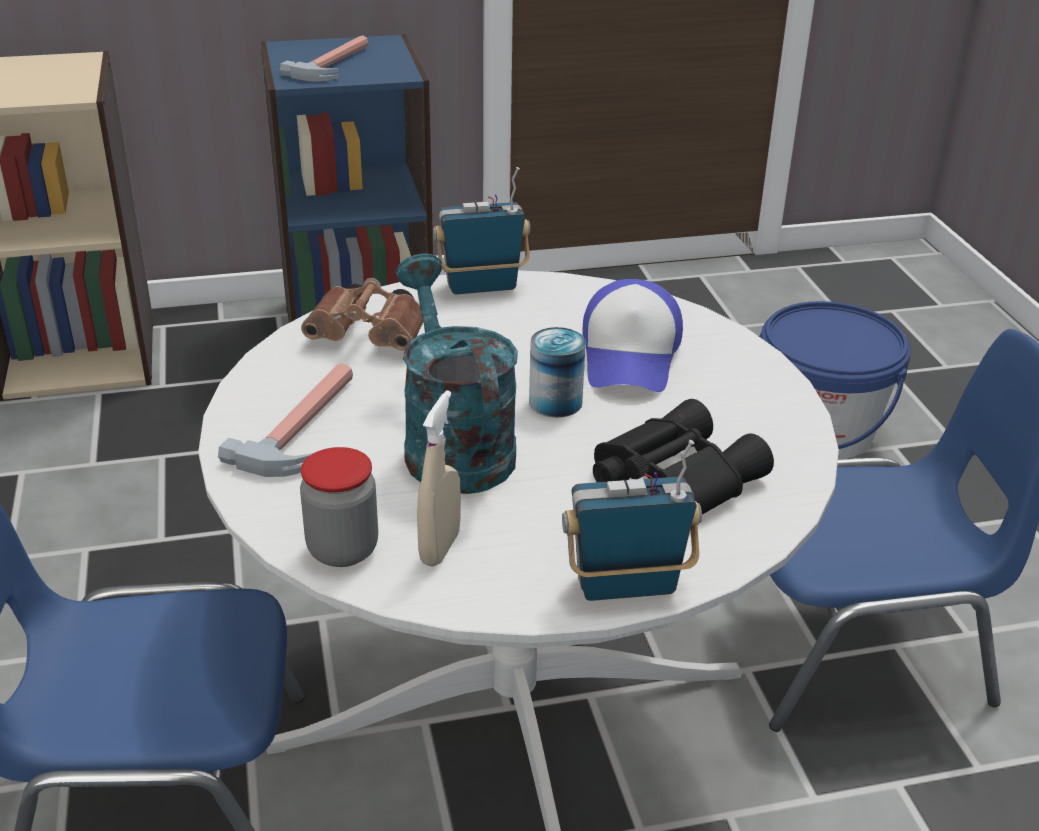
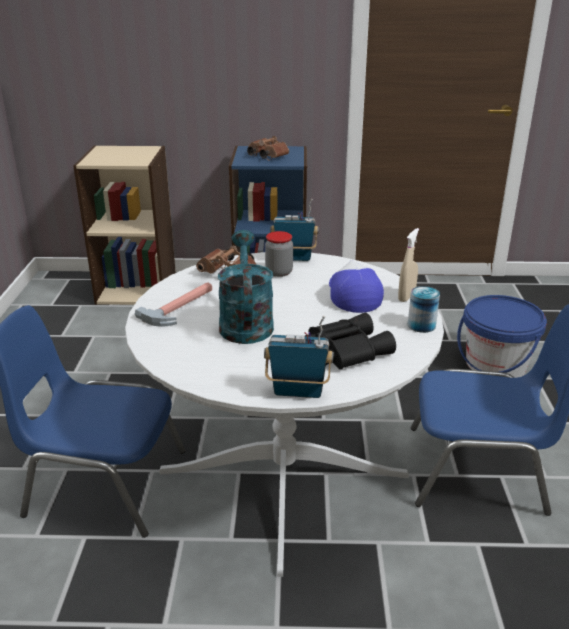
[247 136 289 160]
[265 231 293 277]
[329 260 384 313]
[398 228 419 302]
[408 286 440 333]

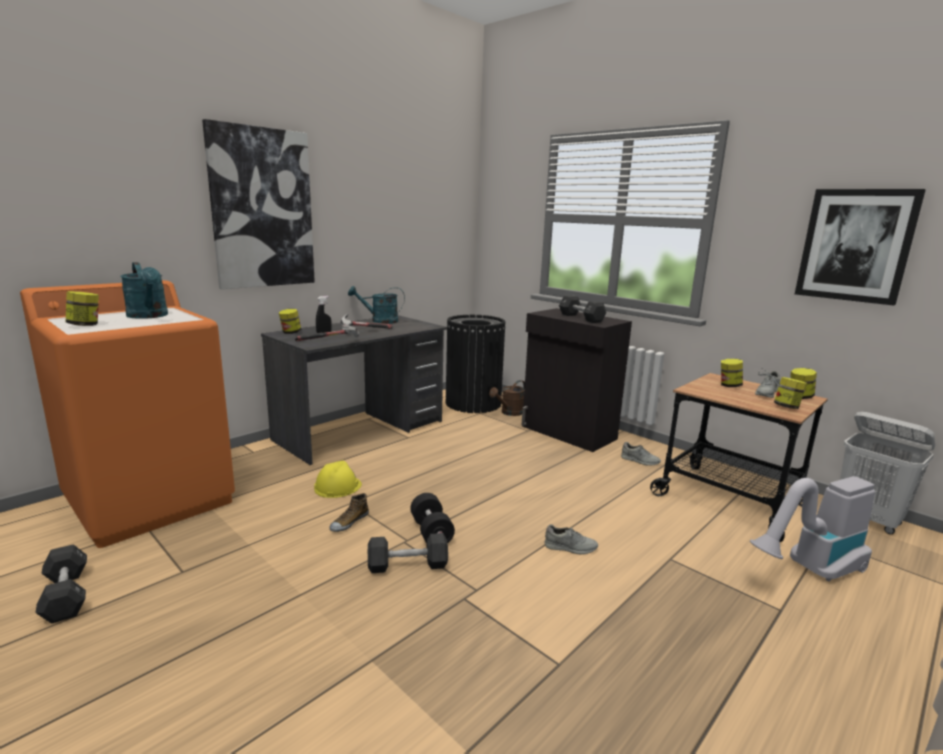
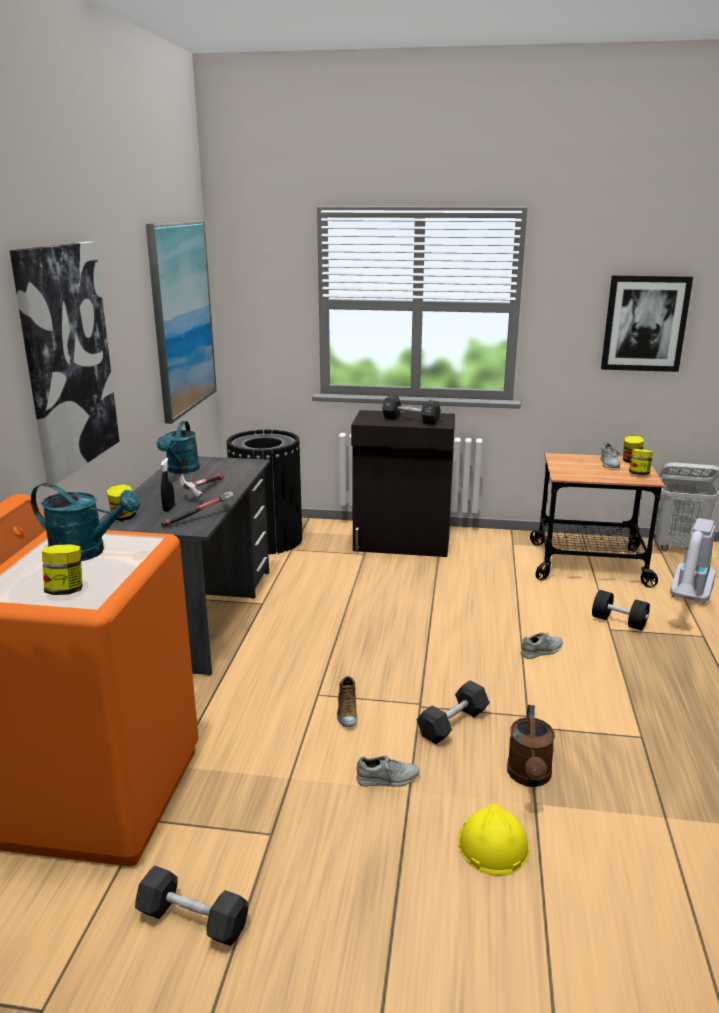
[146 220 217 424]
[156 421 200 474]
[356 755 420 787]
[458 803 529 876]
[507 705 555 787]
[592 590 650 631]
[721 359 743 387] (first image)

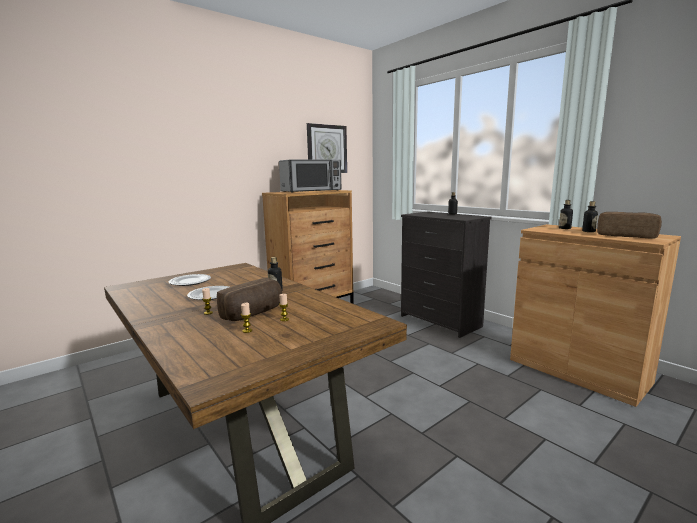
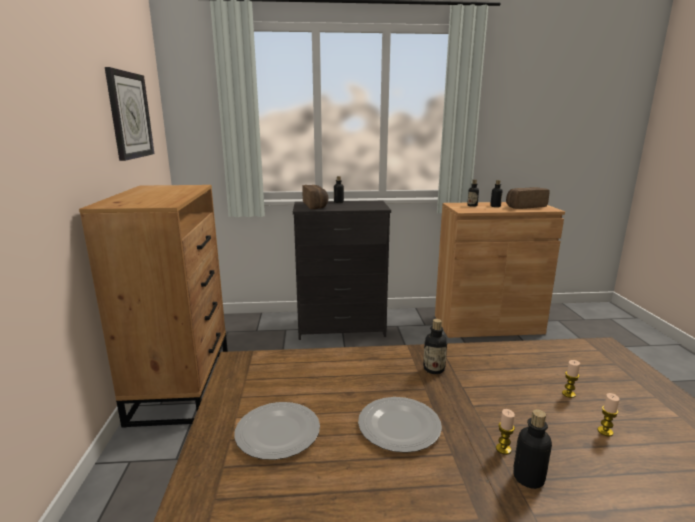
[302 185 328 209]
[513 409 552 489]
[279 159 341 193] (first image)

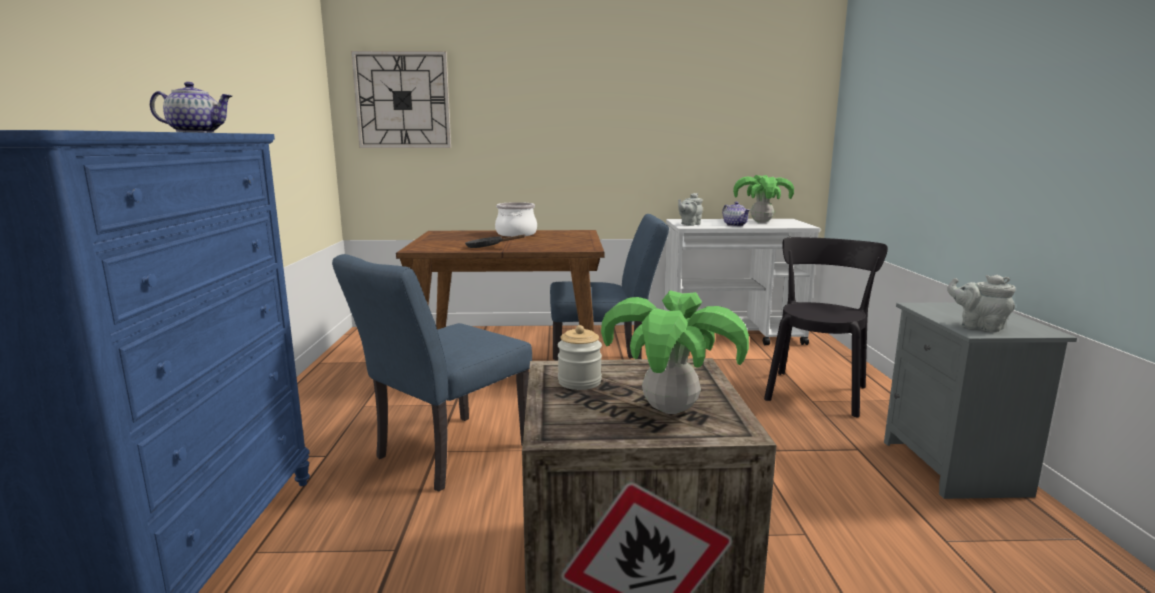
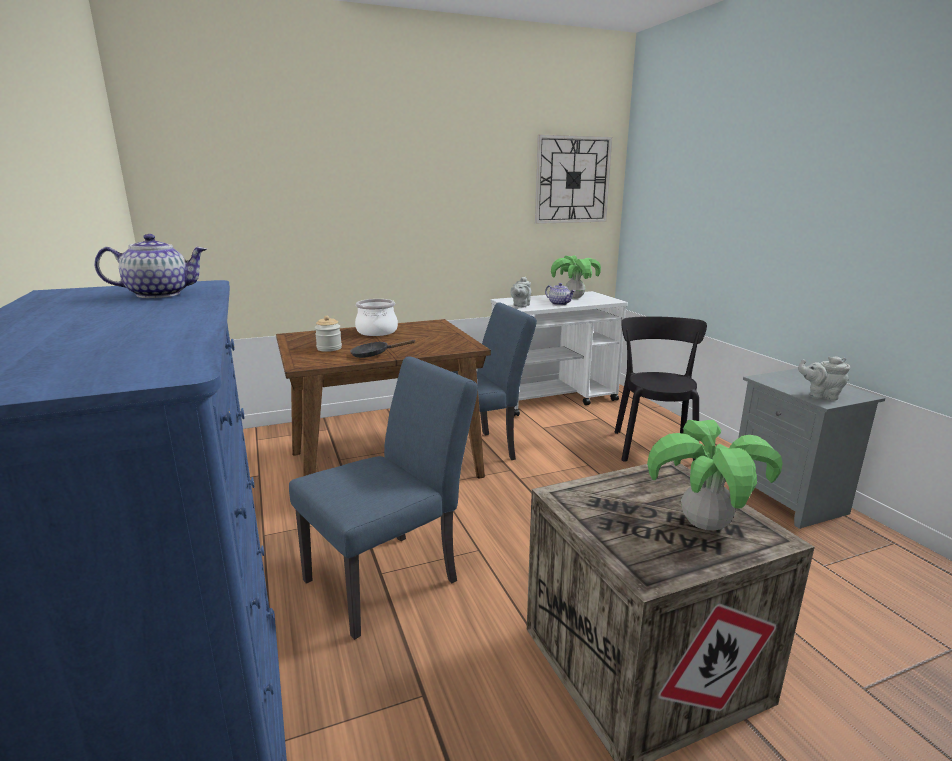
[289 356 478 640]
[315 316 342 352]
[535 135 612 224]

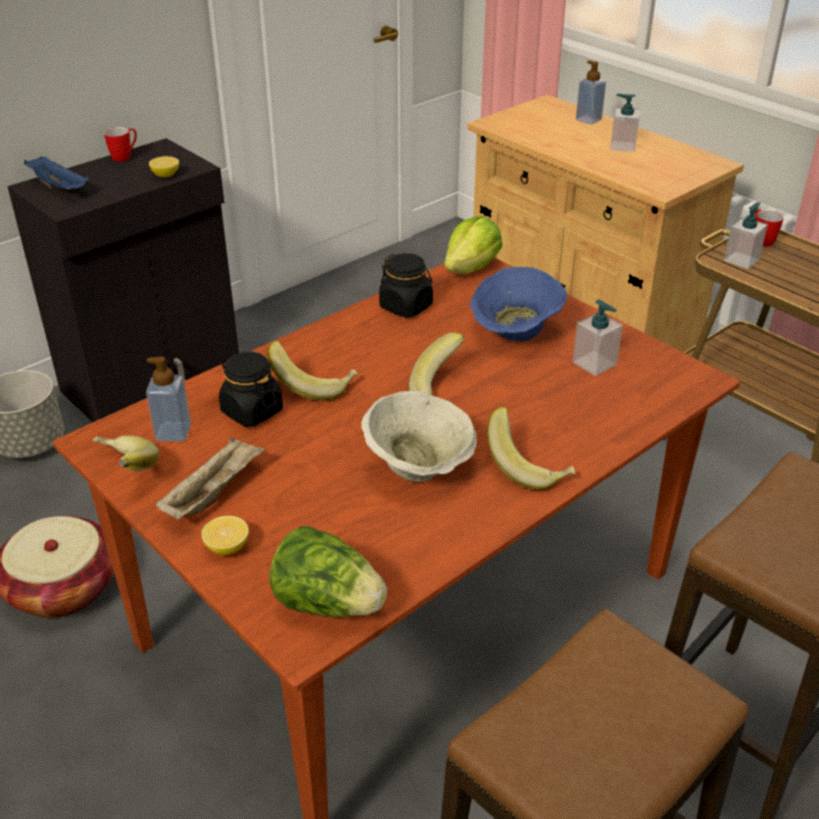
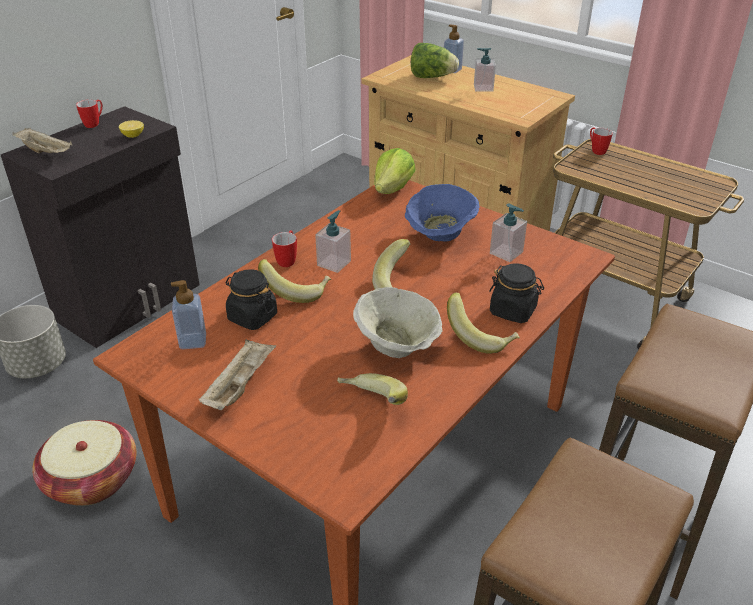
[13 128 72 153]
[272 231 297 267]
[315 210 351 273]
[337 373 408 405]
[411 43 459 78]
[489 263 544 323]
[201 516 249 555] (first image)

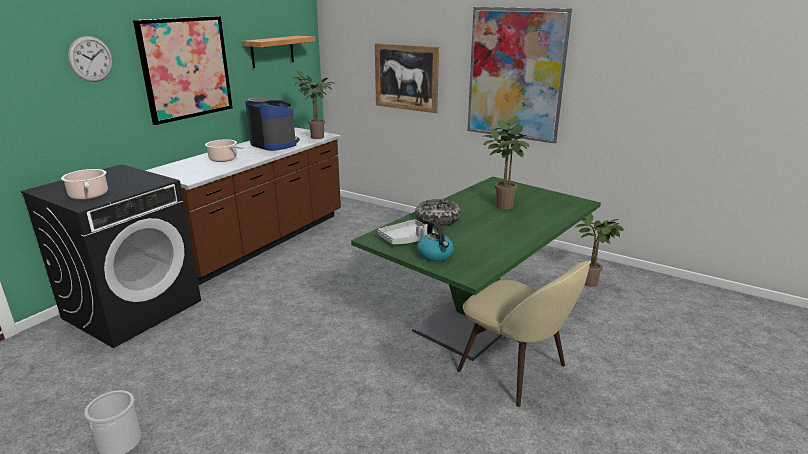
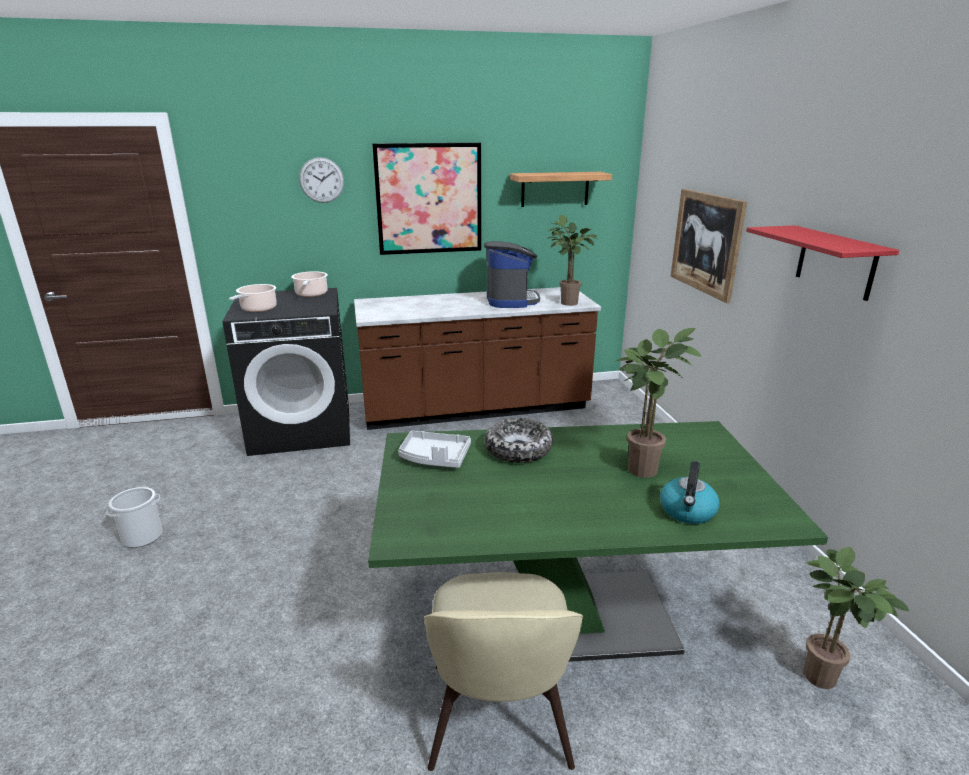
[291 271 328 297]
[660 461 720 524]
[746 225 899 301]

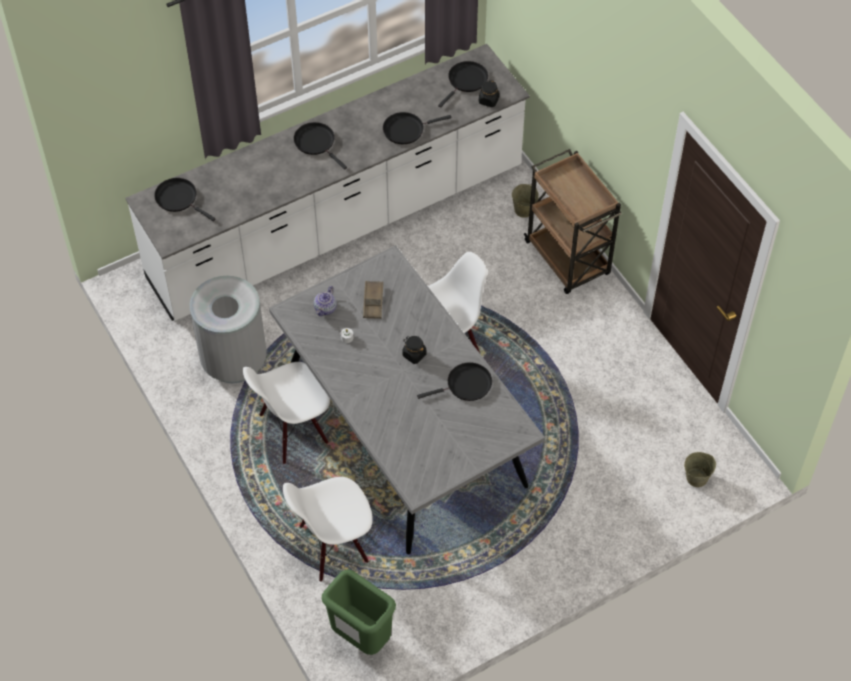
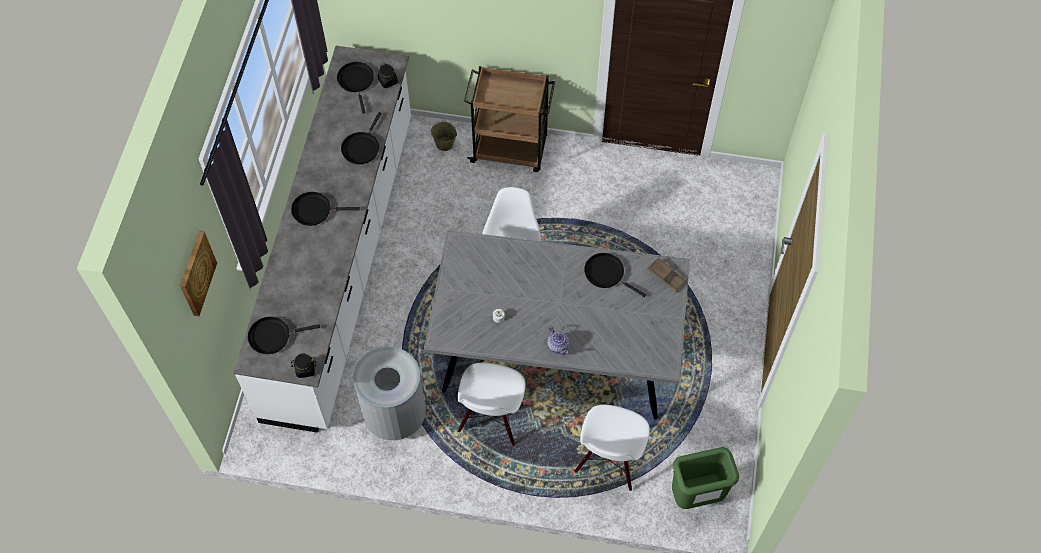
[180 231 217 316]
[291 353 316 378]
[547 326 569 355]
[584 253 646 297]
[648 257 687 293]
[684 452 716 487] (first image)

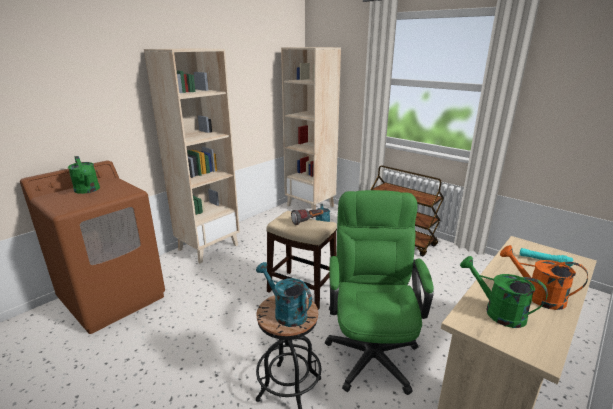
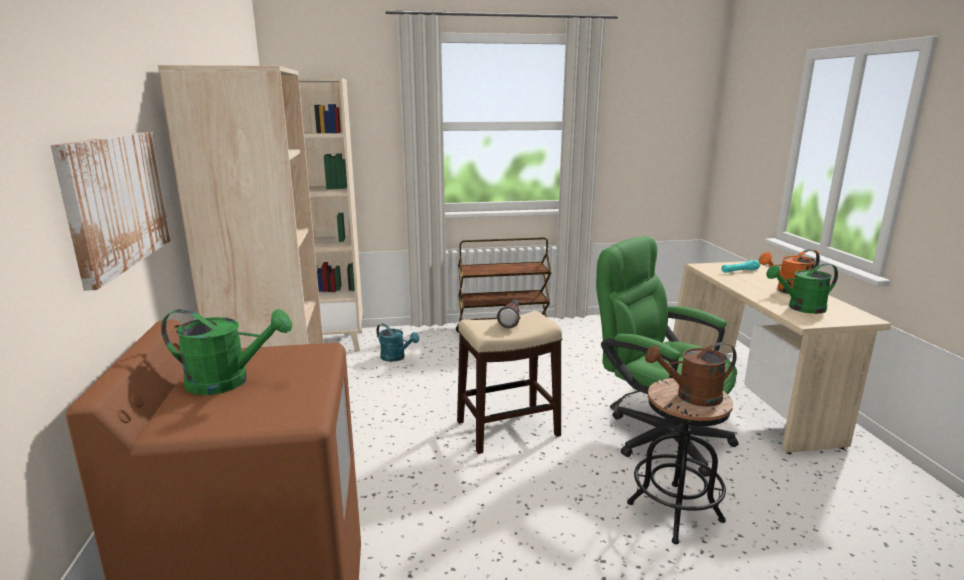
[51 132 171 291]
[645 342 737 407]

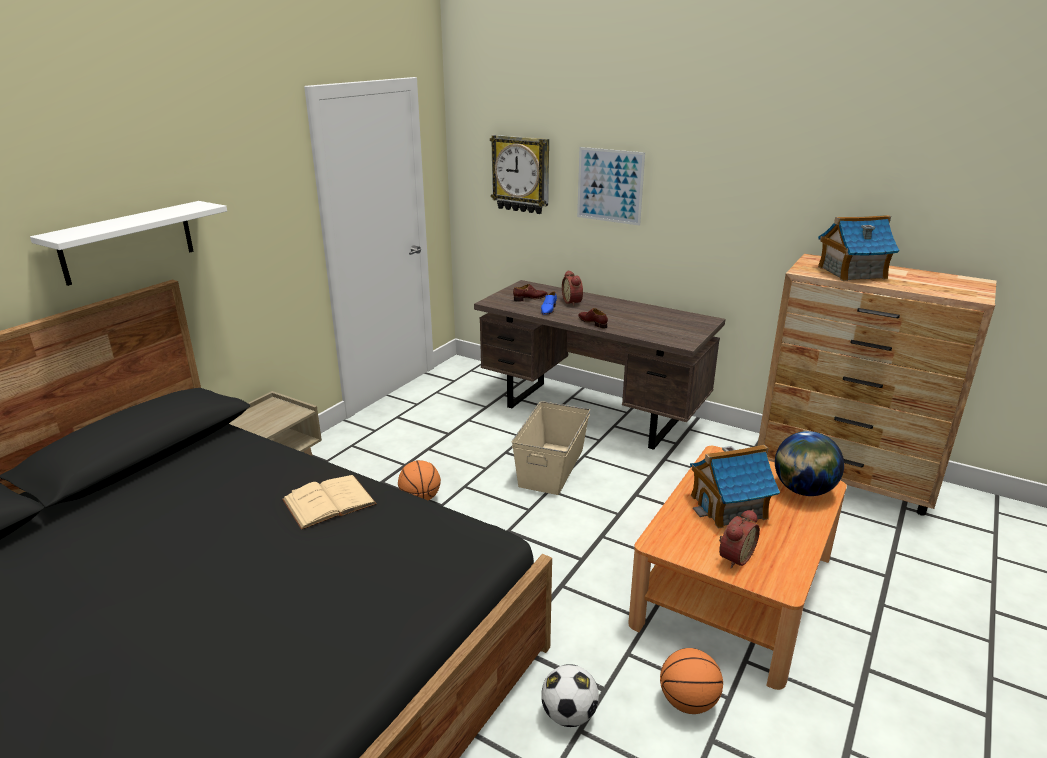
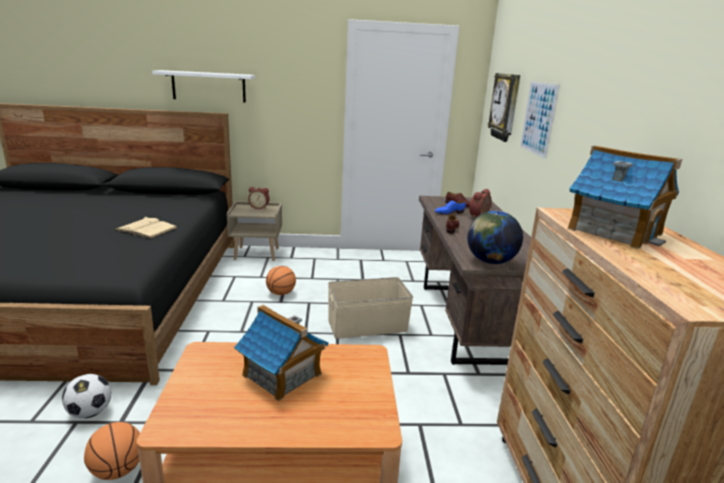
[248 187 270 209]
[467 211 523 264]

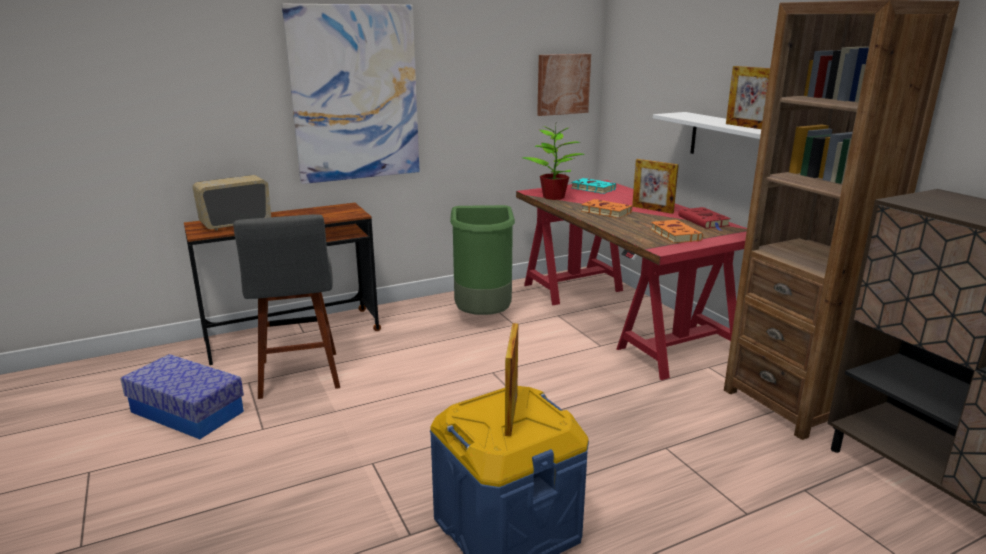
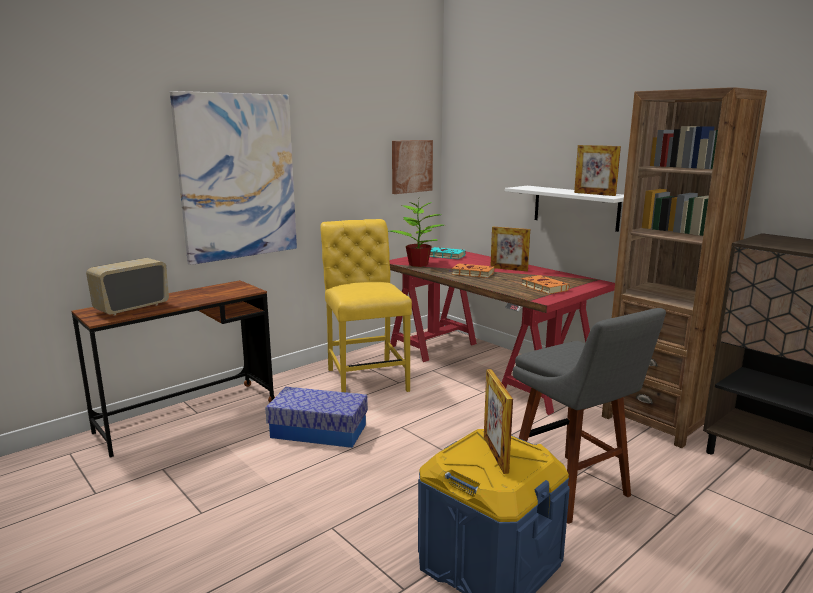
[265 387 368 448]
[320 219 412 392]
[513 308 666 524]
[678 207 731 231] (first image)

